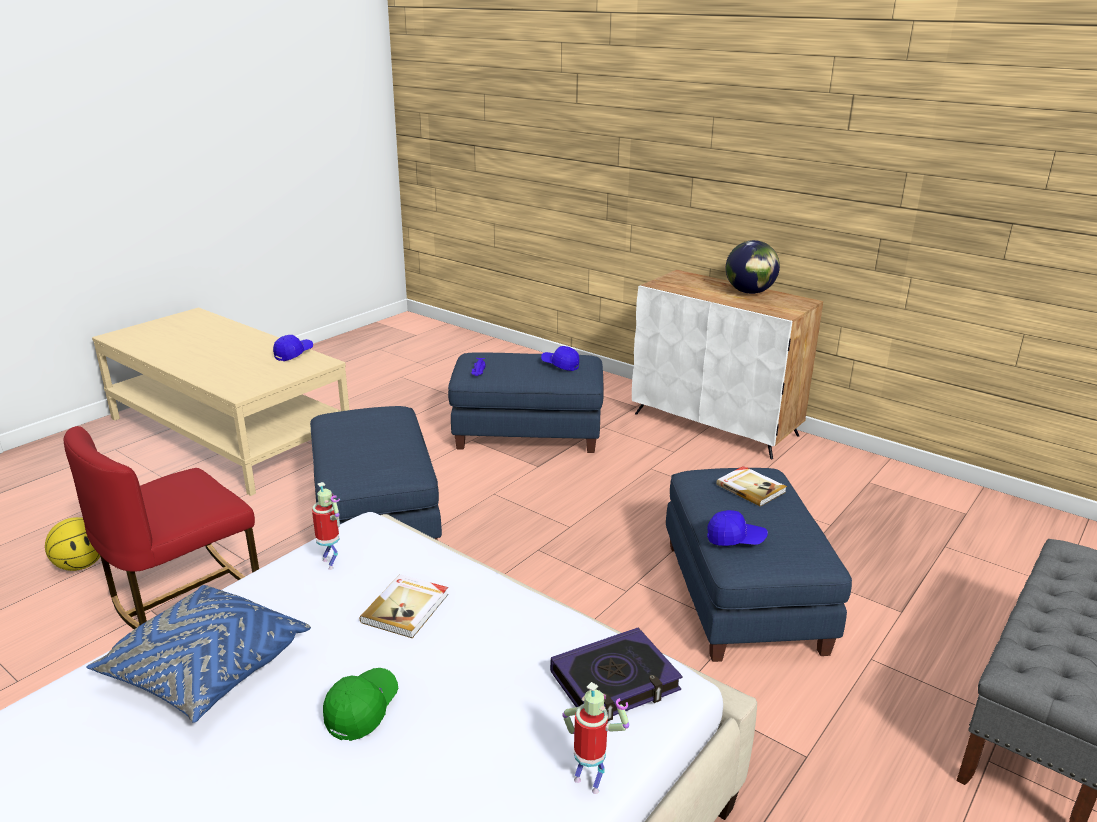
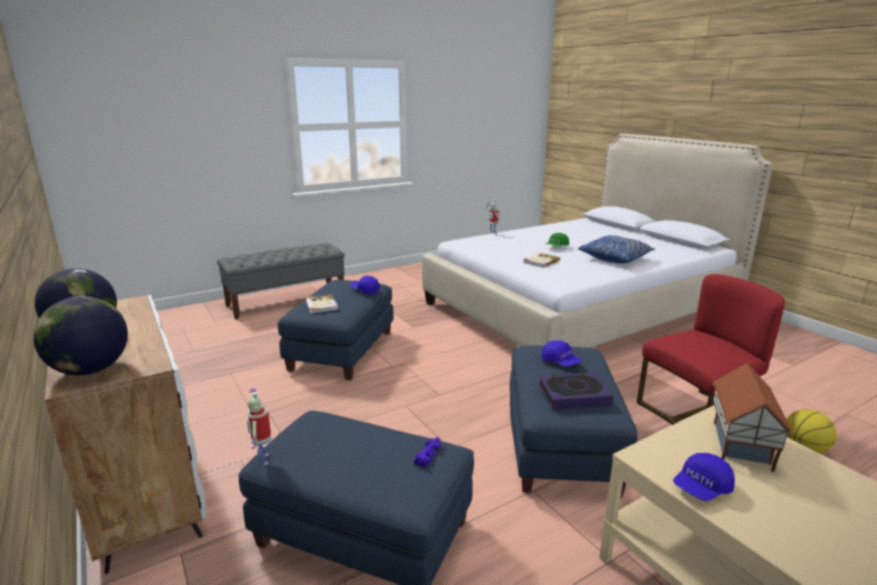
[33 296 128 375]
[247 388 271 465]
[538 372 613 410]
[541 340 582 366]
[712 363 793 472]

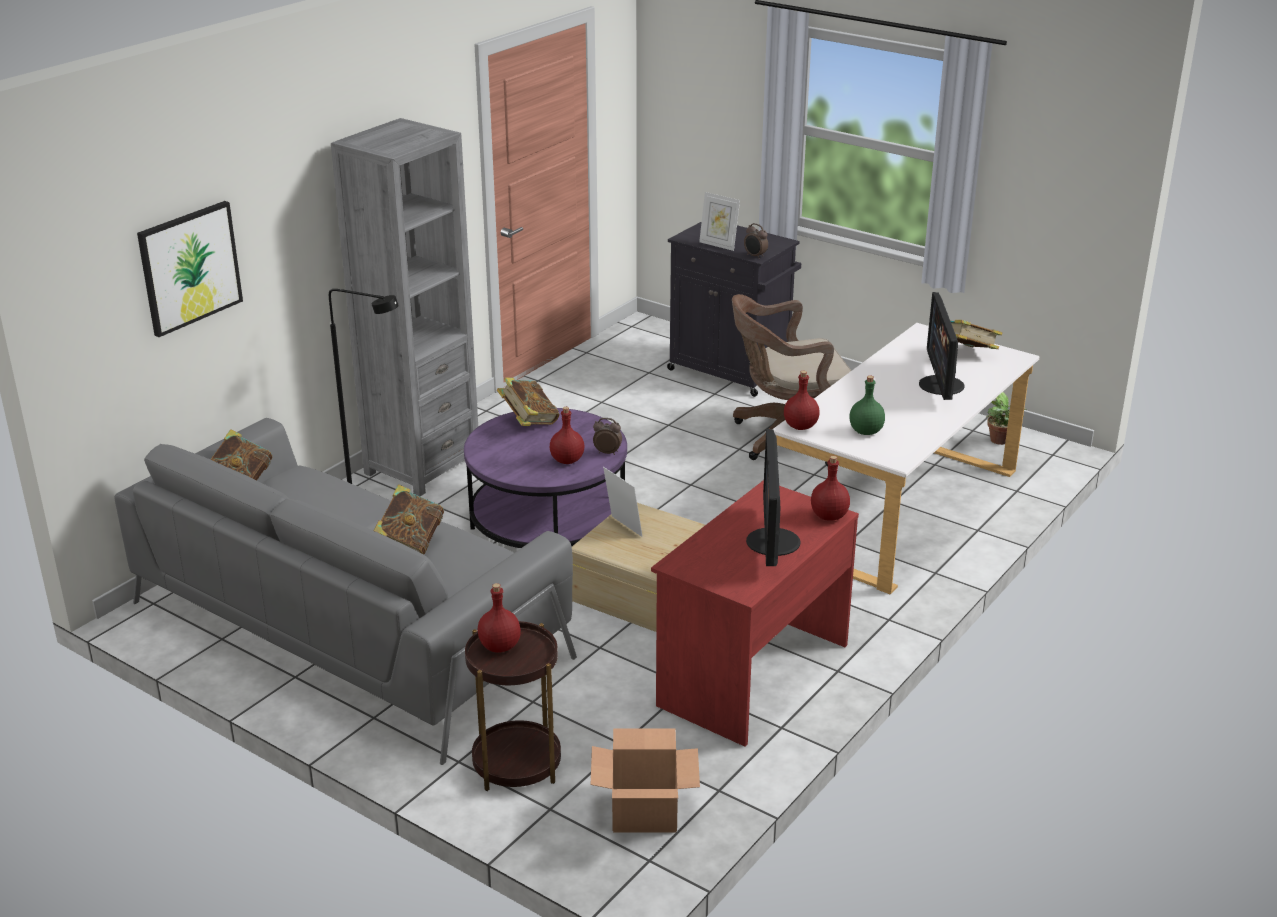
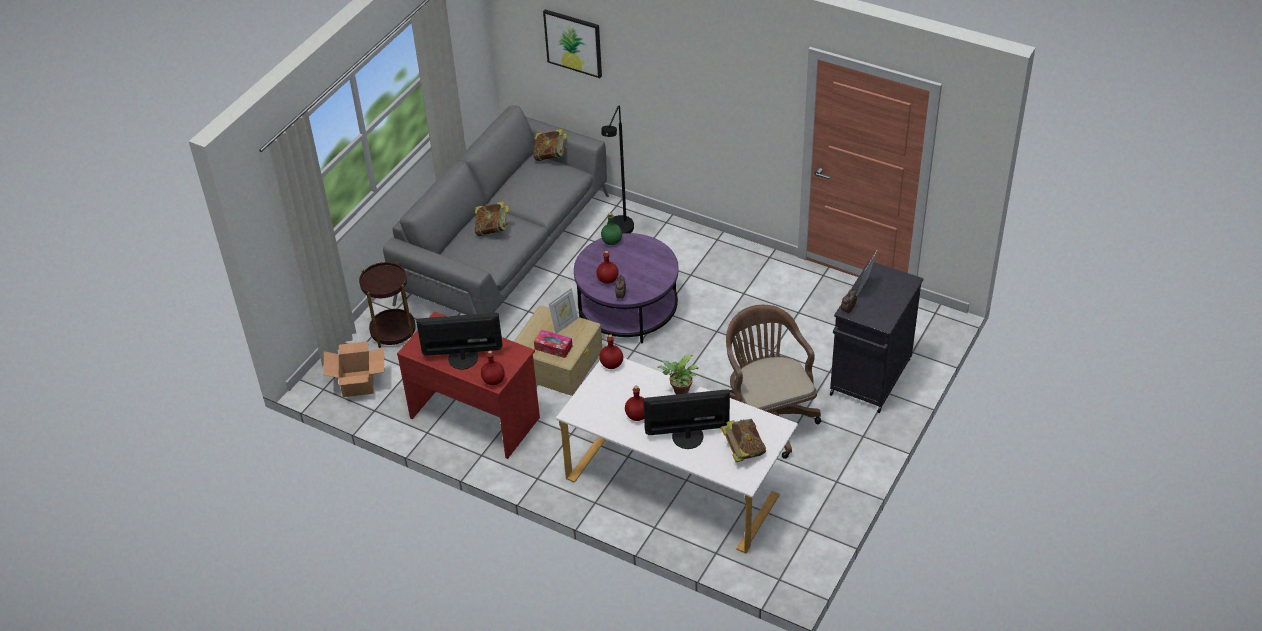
[534 330 572 358]
[601 213 622 245]
[625 386 644 421]
[657 355 698 394]
[331 118 478 496] (first image)
[497 377 559 426] (first image)

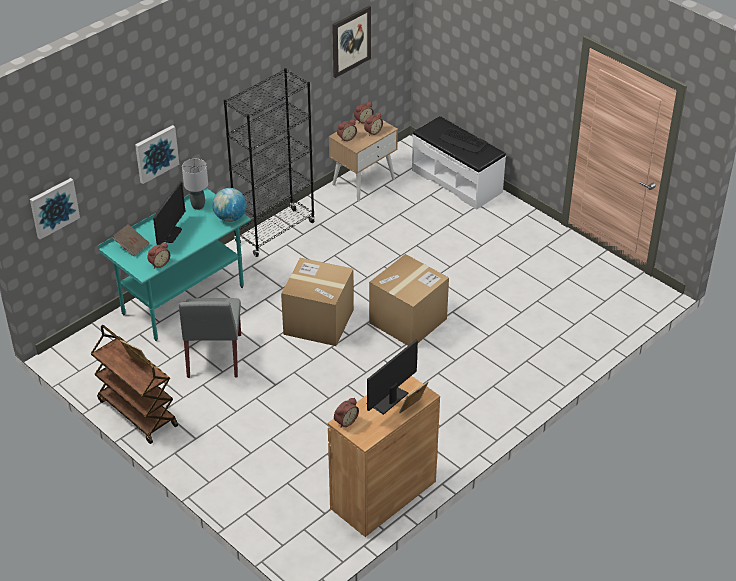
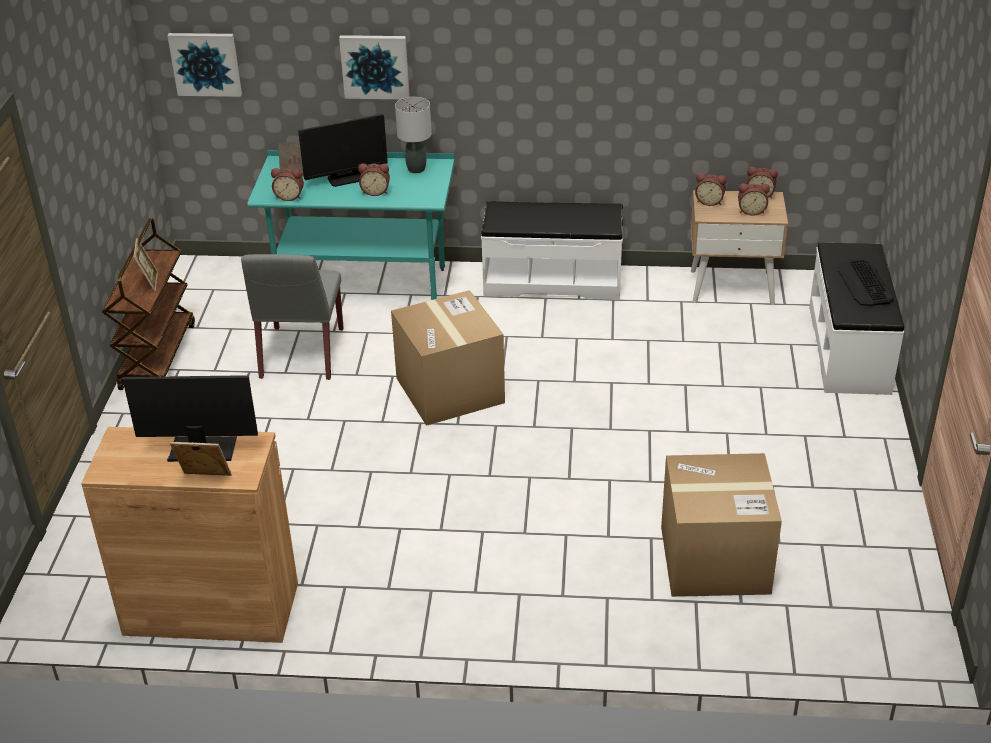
[241 254 344 380]
[358 164 390 196]
[481 201 623 300]
[661 453 782 597]
[212 188 246 222] (first image)
[332 6 371 78] (first image)

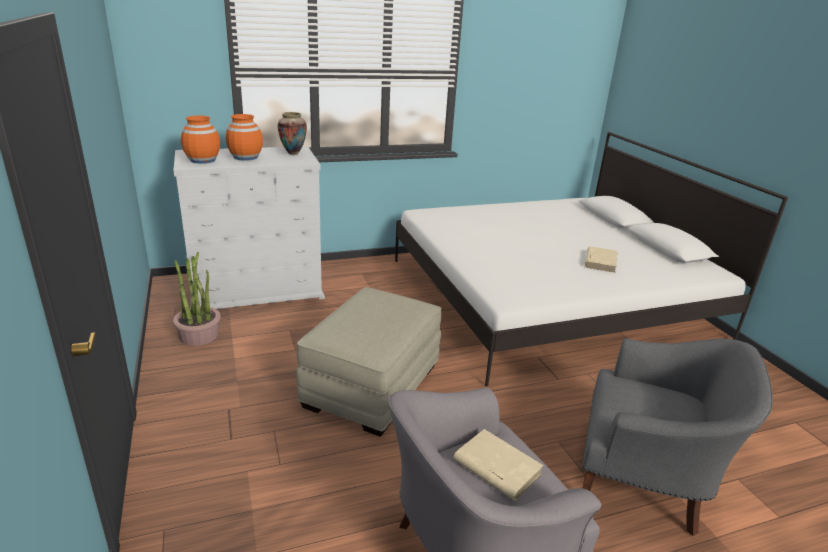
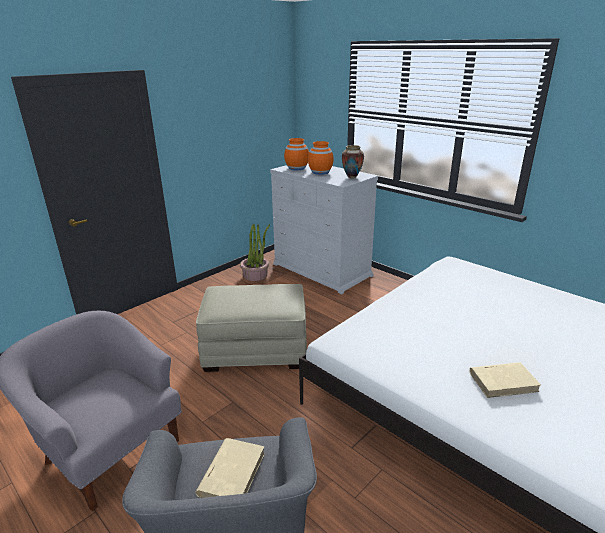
[195 438 265 498]

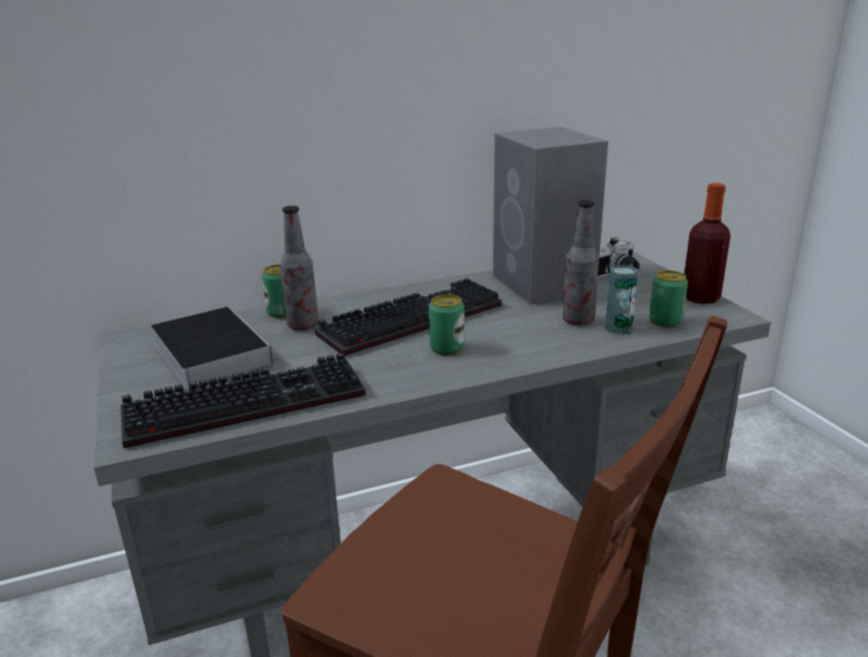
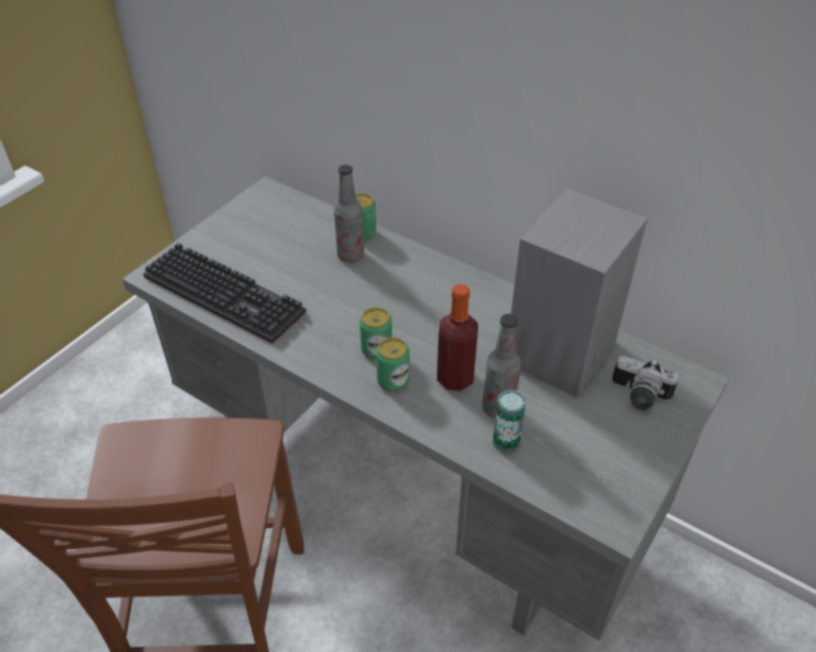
[376 337 409 392]
[437 284 478 391]
[151 306 273 390] (first image)
[315 278 502 356] (first image)

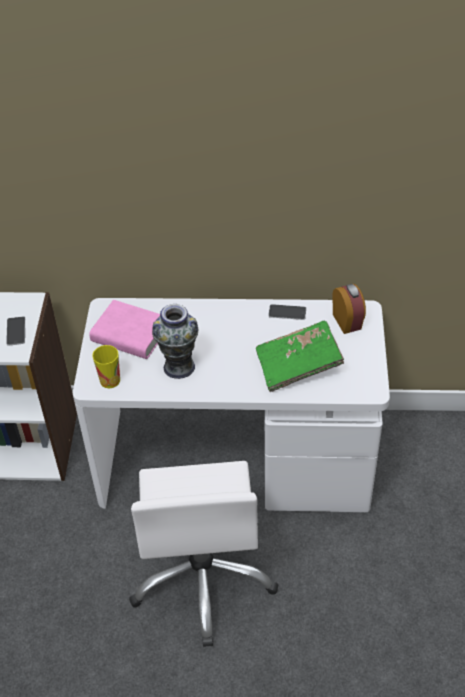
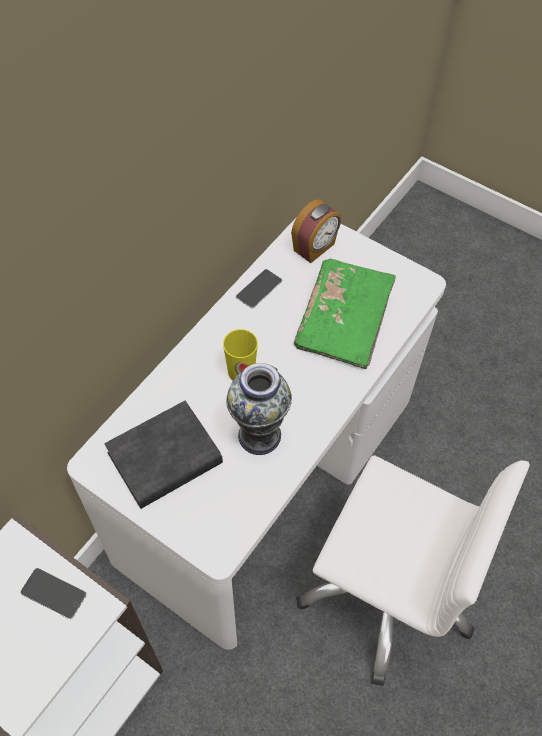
[104 401 223 509]
[223 329 258 381]
[291 200 341 263]

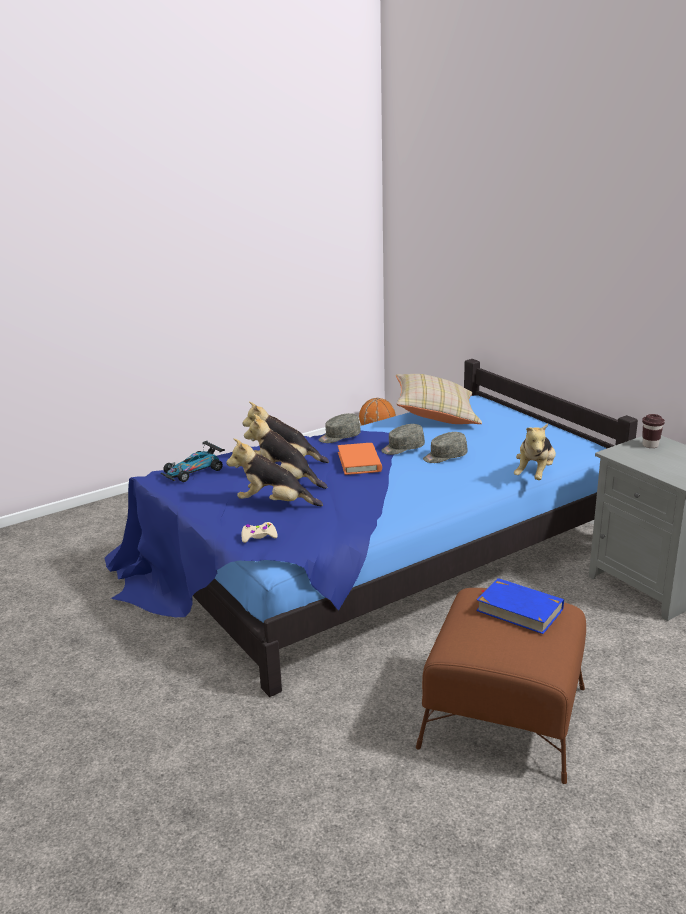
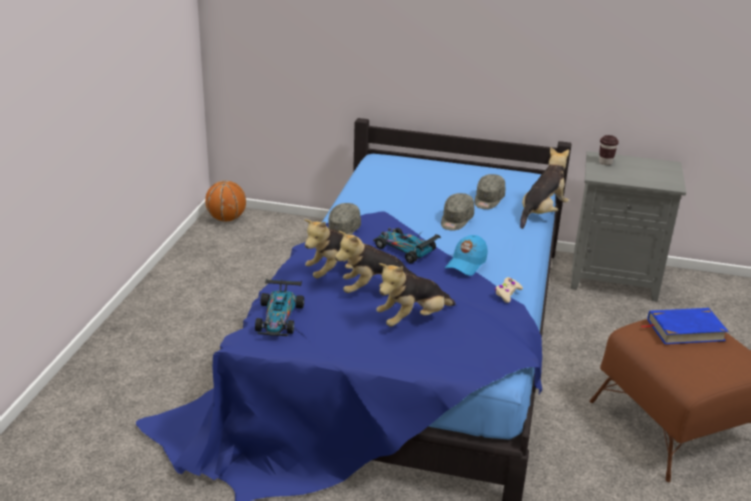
[373 228 441 264]
[445 235 488 276]
[475 174 506 209]
[495 277 523 303]
[520 147 569 229]
[396 374 482 424] (first image)

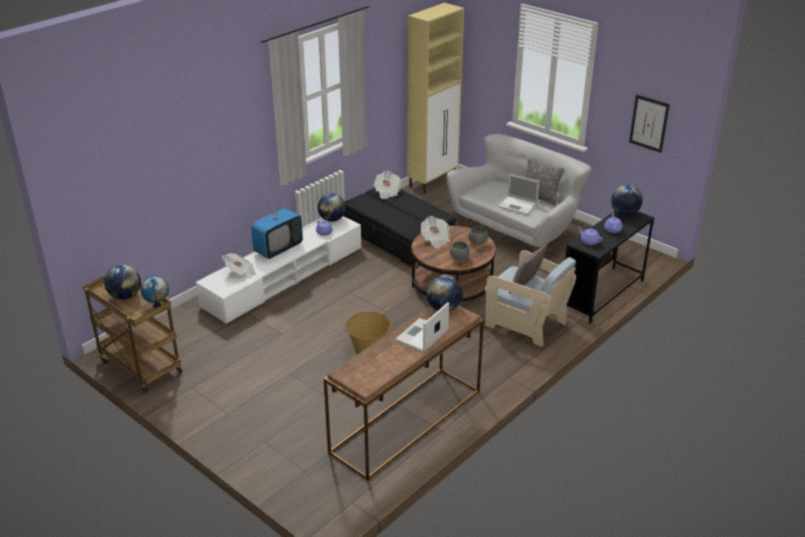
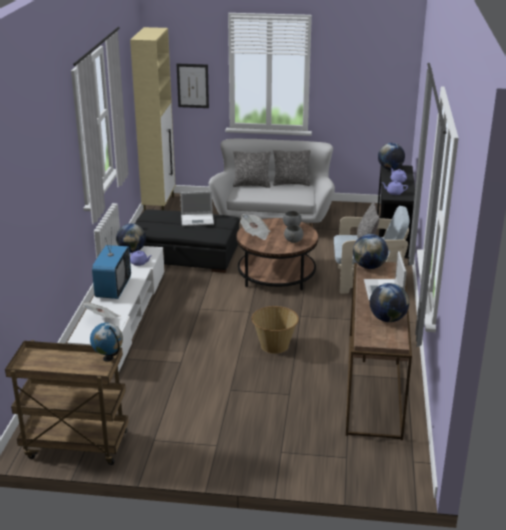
[177 64 209 108]
[180 191 214 226]
[233 151 271 188]
[370 283 409 322]
[373 171 401 199] (first image)

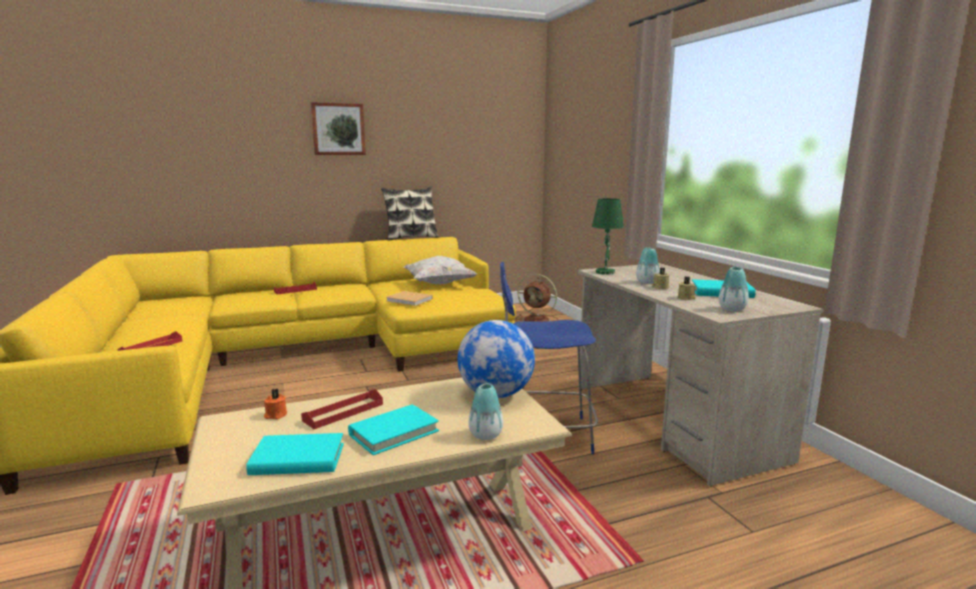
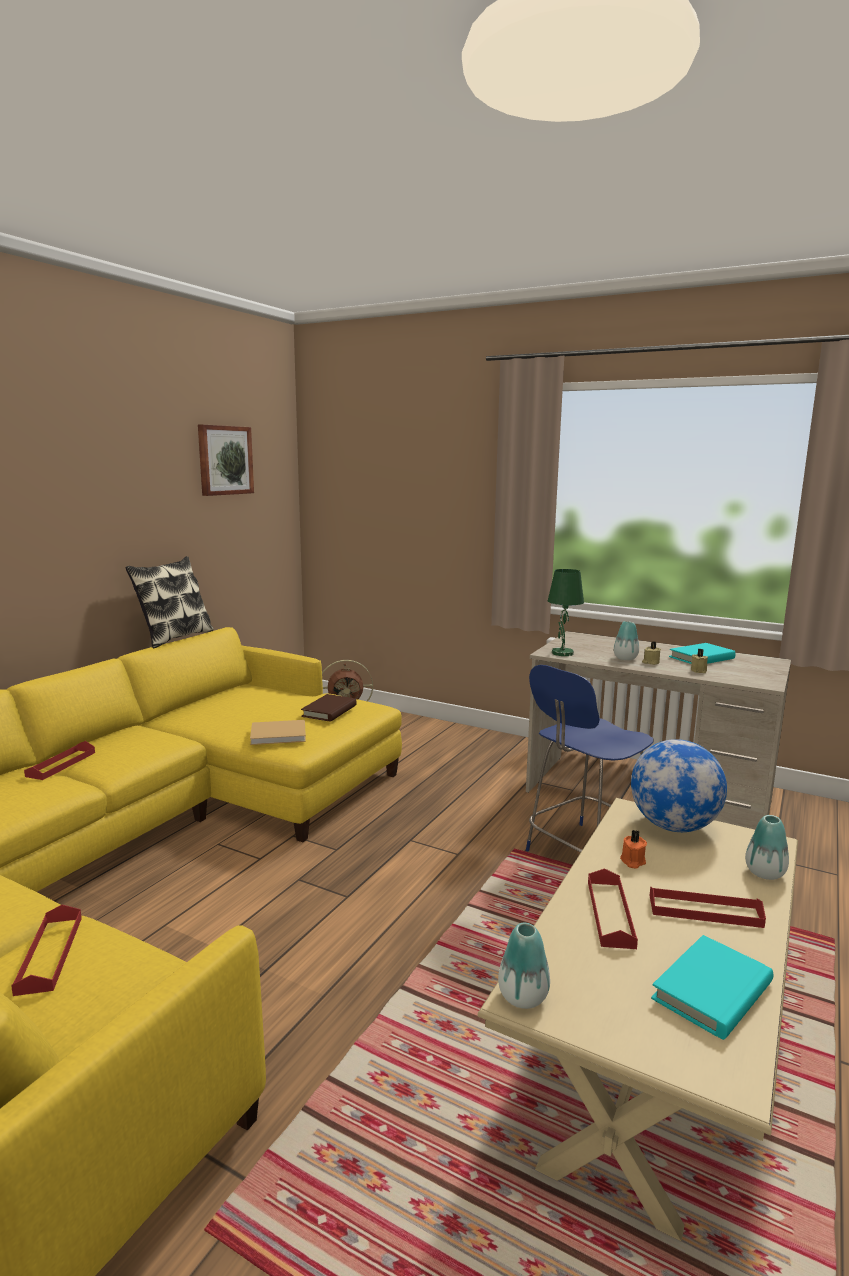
[198 424 254 496]
[301 694 357 722]
[498 923 550 1009]
[620 830 647 868]
[650 887 766 928]
[404 256 477 284] (first image)

